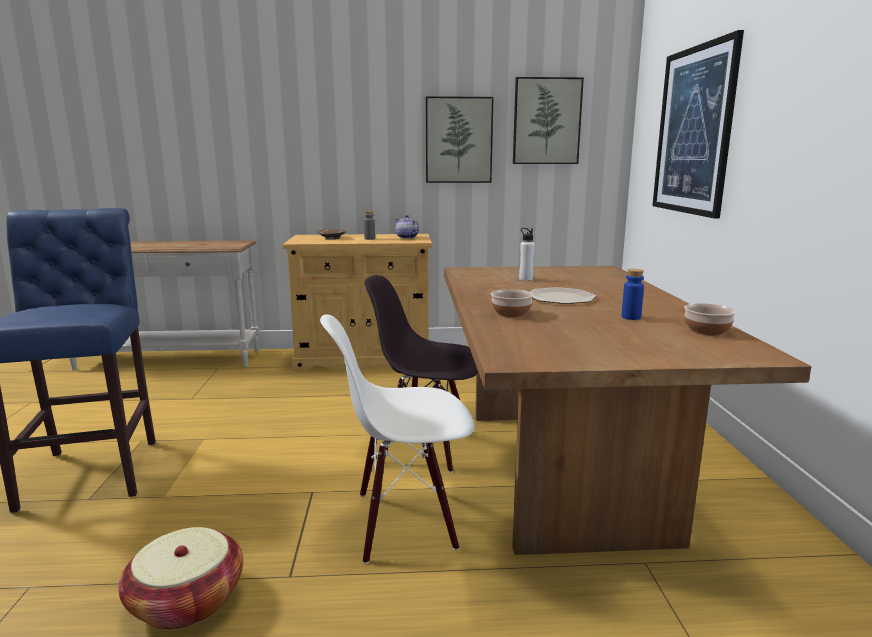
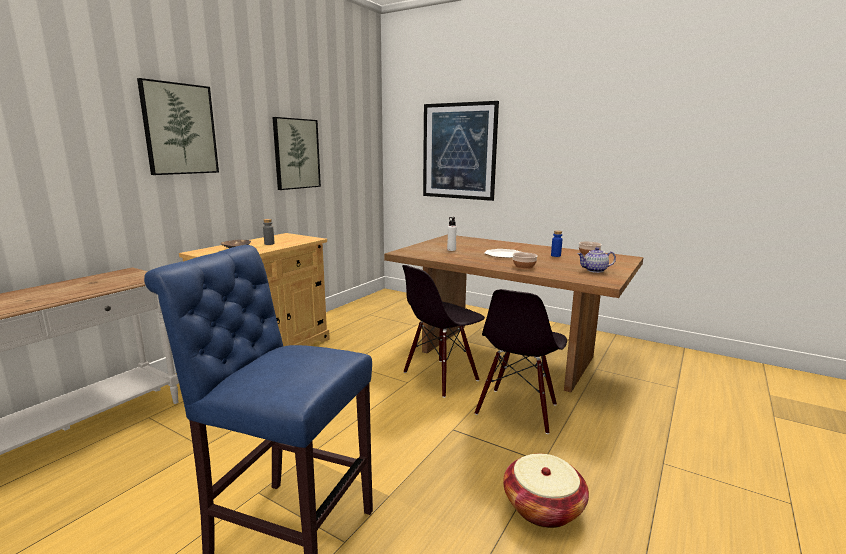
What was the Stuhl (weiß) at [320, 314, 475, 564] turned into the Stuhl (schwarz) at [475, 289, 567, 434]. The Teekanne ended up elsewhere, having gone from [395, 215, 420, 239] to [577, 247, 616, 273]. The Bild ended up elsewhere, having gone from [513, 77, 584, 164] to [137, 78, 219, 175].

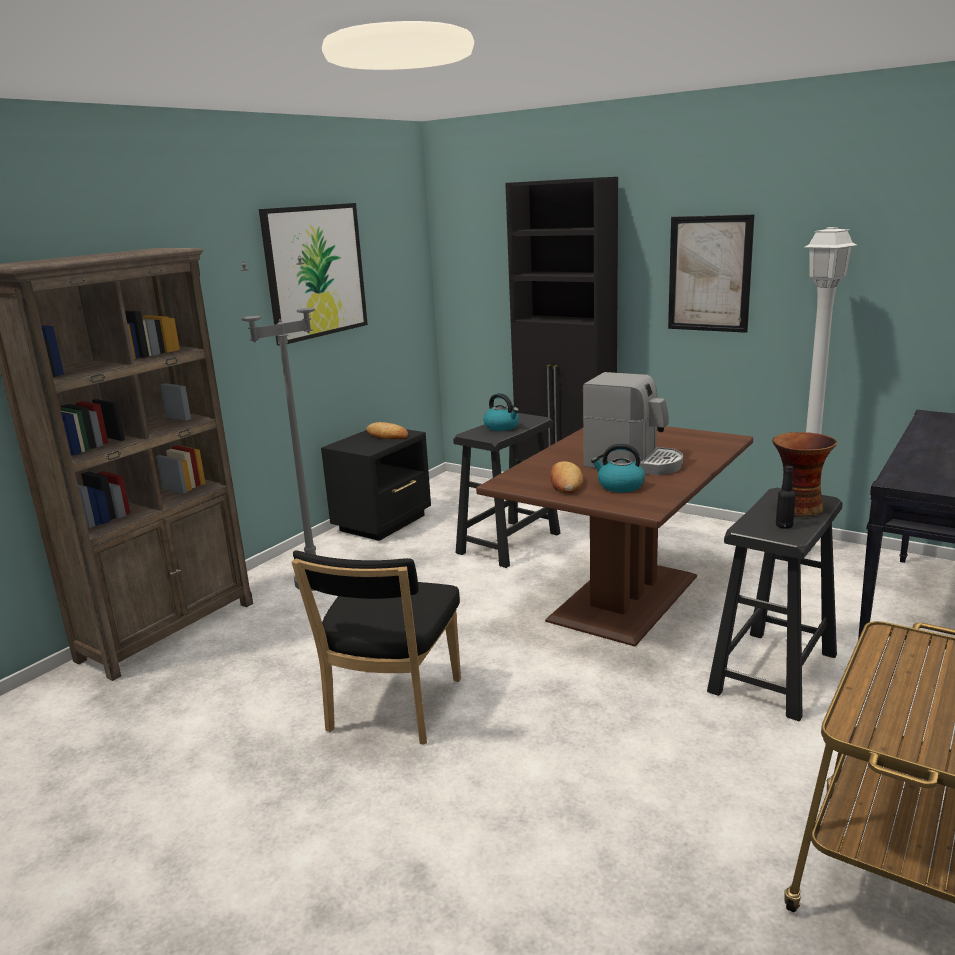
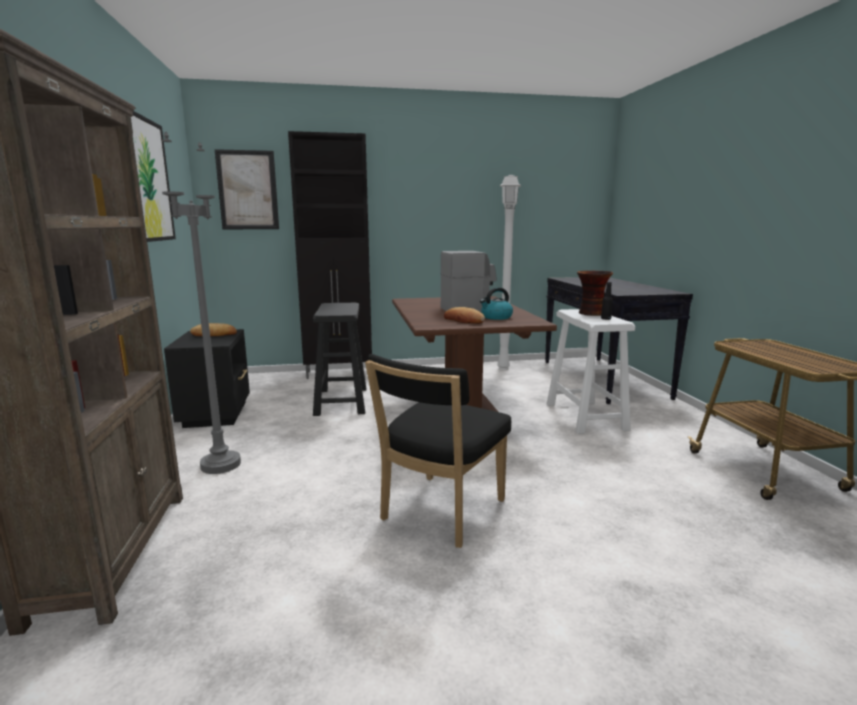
The Stuhl (schwarz) at [292, 550, 461, 744] ended up facing another way, 60 degrees clockwise from before. The second view lost the Wasserkessel at [483, 393, 519, 431]. The Bild ended up elsewhere, having gone from [668, 214, 755, 333] to [215, 149, 279, 229]. What was the Hocker (schwarz) at [707, 488, 843, 721] turned into the Hocker (weiß) at [547, 309, 635, 434].

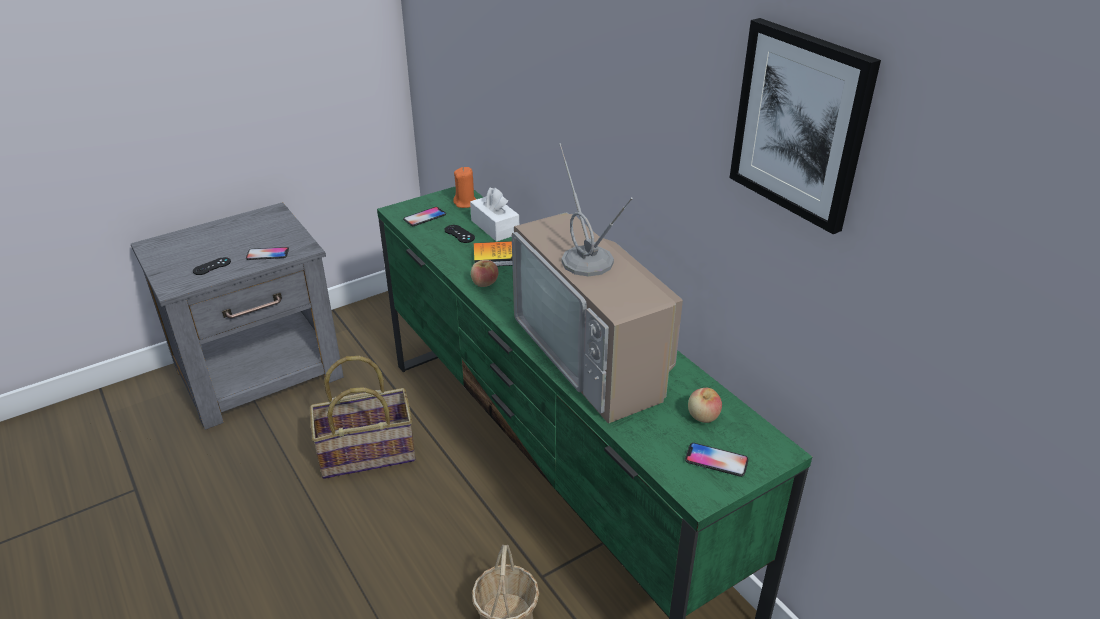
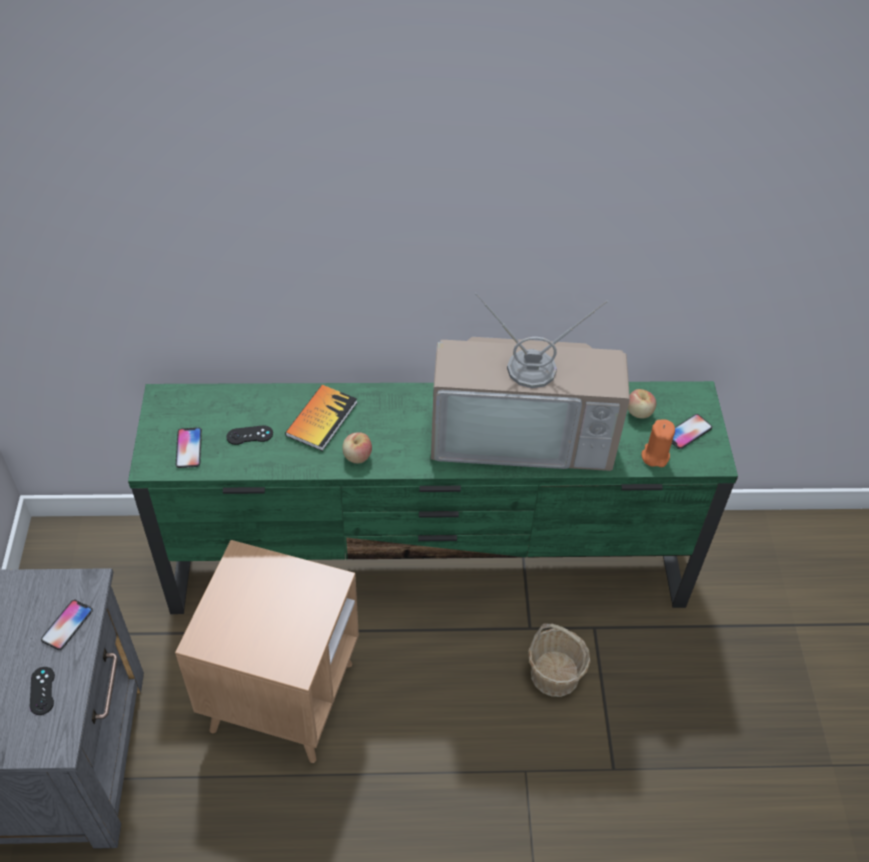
Where the Korb stood at [310, 356, 415, 479], the Beistelltisch (braun) came to stand at [175, 540, 359, 763]. The Kerze (orange) ended up elsewhere, having gone from [453, 167, 476, 208] to [641, 419, 675, 467]. The second view lost the Taschentuchbox (weiß) at [470, 188, 519, 242]. The second view lost the Bild at [729, 18, 881, 234].

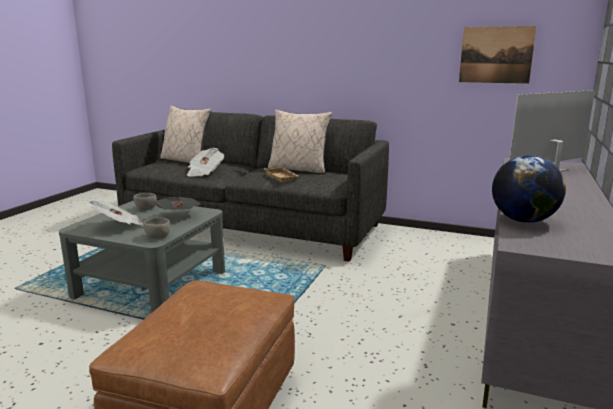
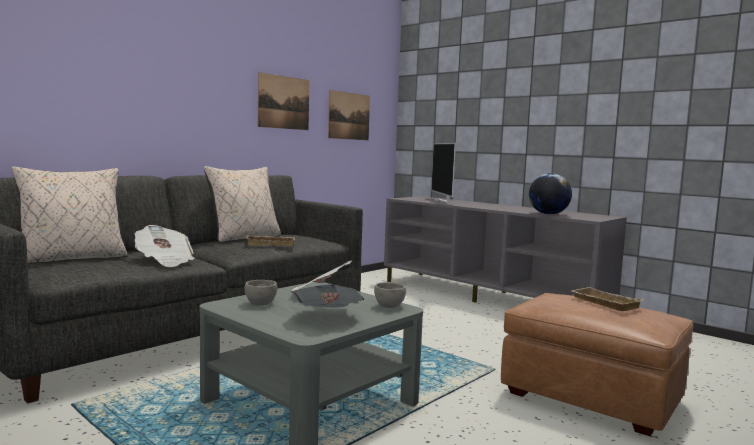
The second view gained the Bild at [258, 72, 310, 130]. The second view gained the Tablett (beige) at [571, 287, 644, 311].

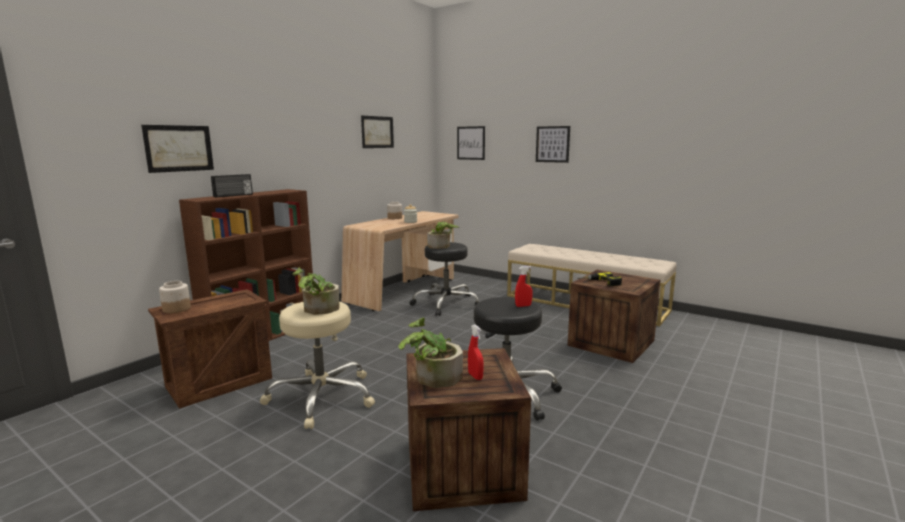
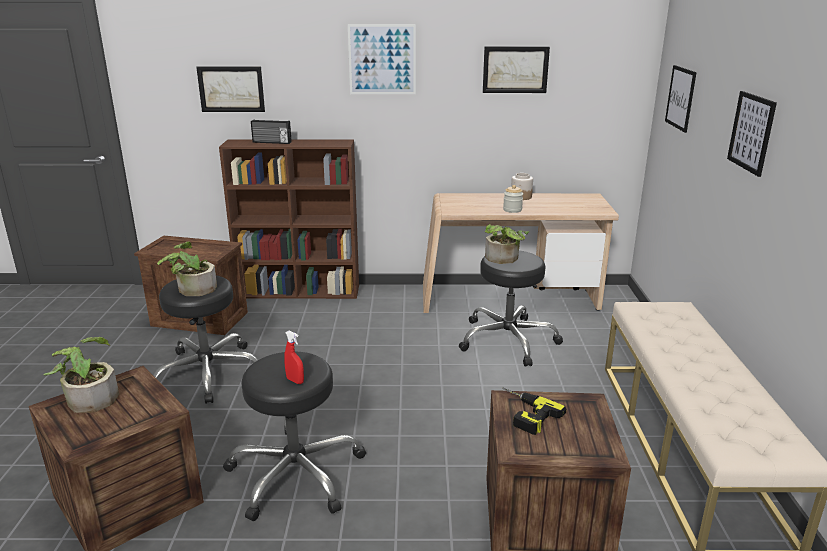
The second view lost the Vorratsglas at [159, 281, 191, 313]. What was the Hocker (beige) at [260, 301, 375, 429] turned into the Hocker (schwarz) at [153, 275, 258, 404]. The second view lost the Sprühflasche (rot) at [468, 324, 484, 380]. The second view gained the Bild at [348, 24, 416, 94].

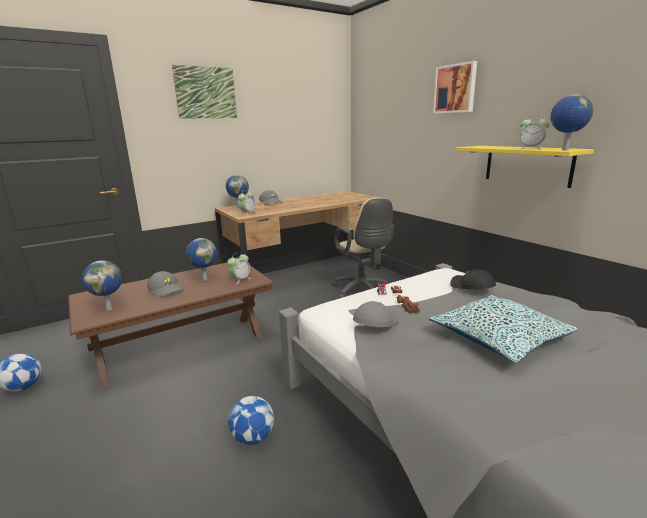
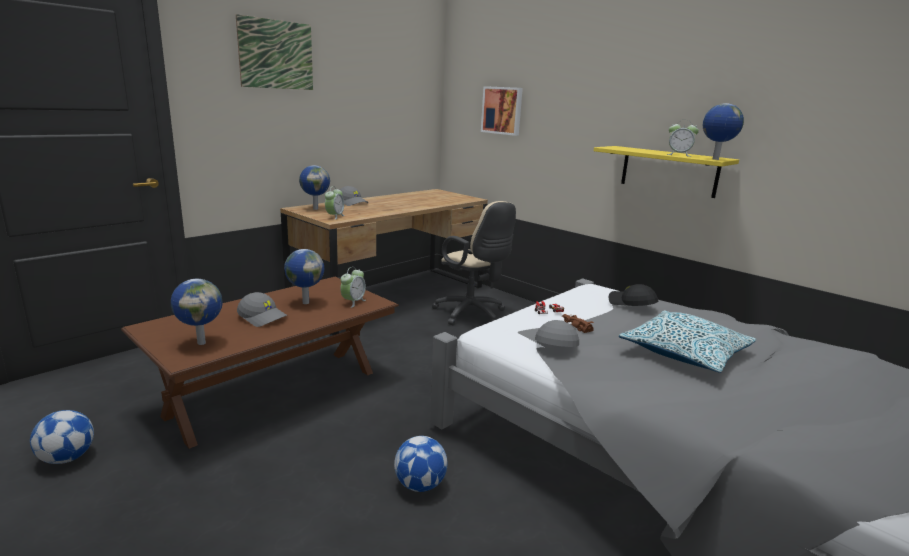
The Bild ended up elsewhere, having gone from [433, 61, 477, 114] to [481, 86, 523, 136].

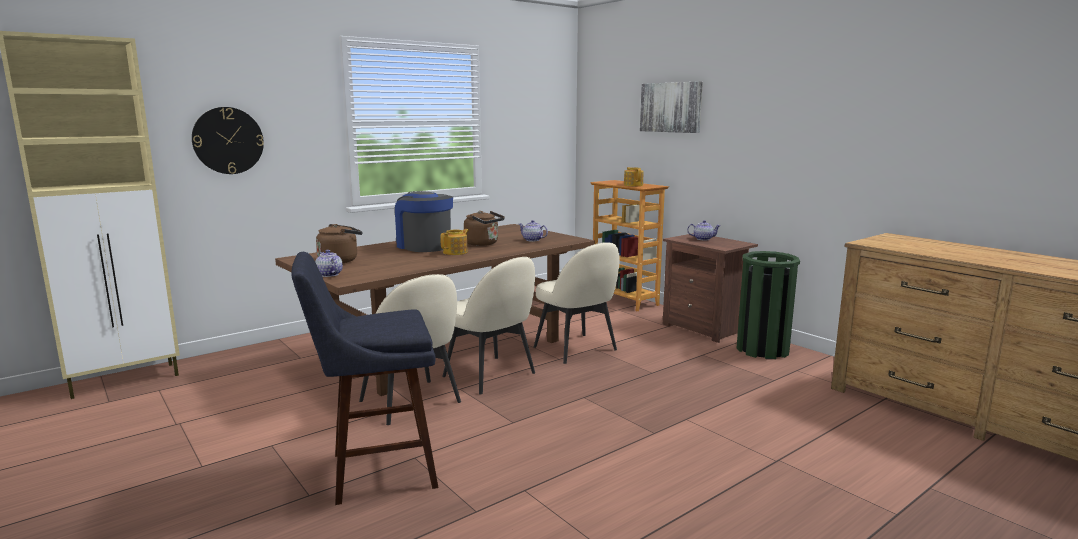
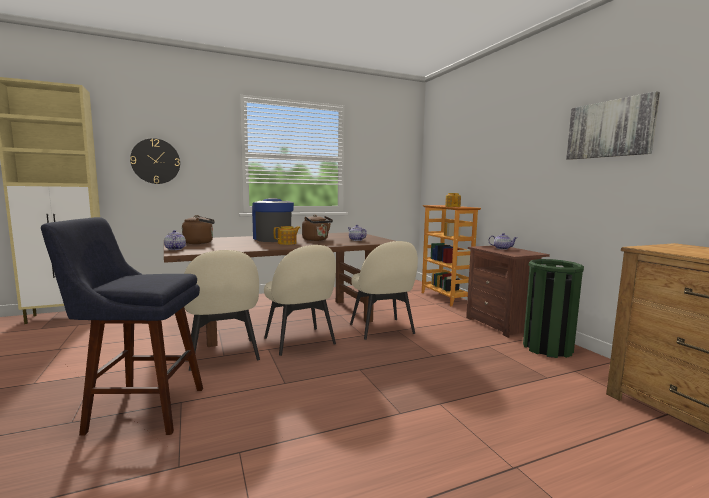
The Bild ended up elsewhere, having gone from [640, 81, 703, 133] to [566, 91, 660, 160].

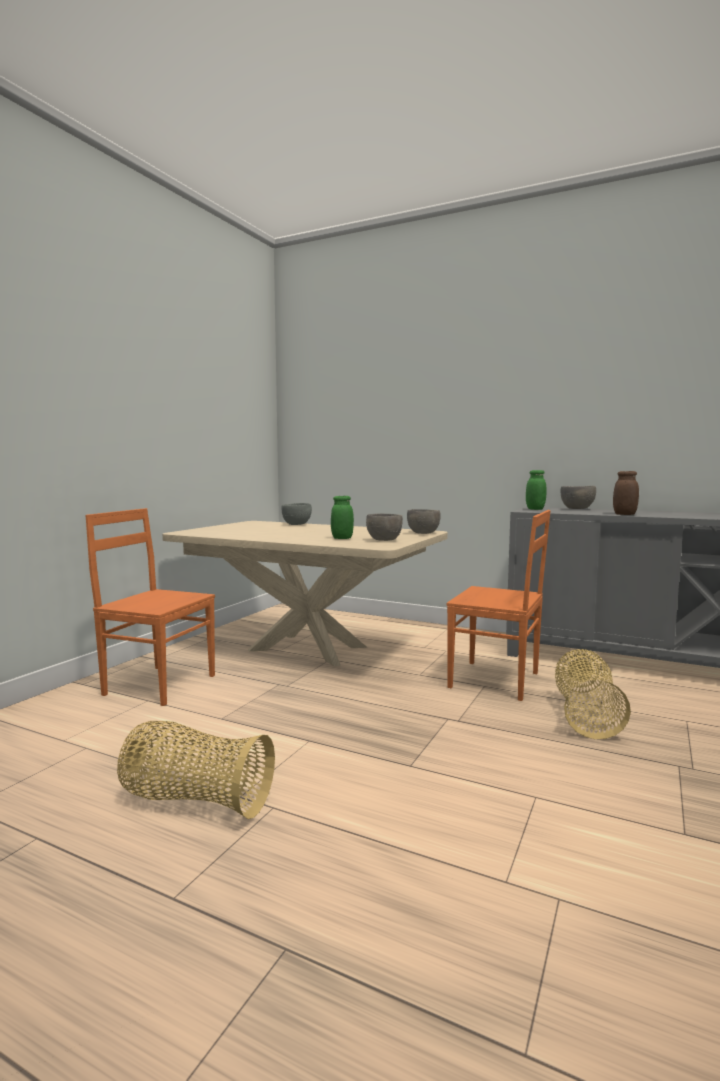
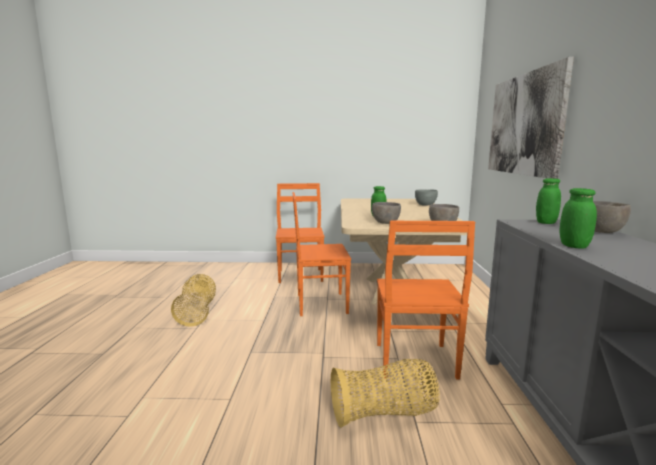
What was the Vorratsglas (braun) at [613, 471, 639, 515] turned into the Vorratsglas (grün) at [559, 188, 597, 249]. The second view gained the Stuhl (orange) at [292, 192, 351, 316]. The second view gained the Bild at [488, 57, 574, 179].

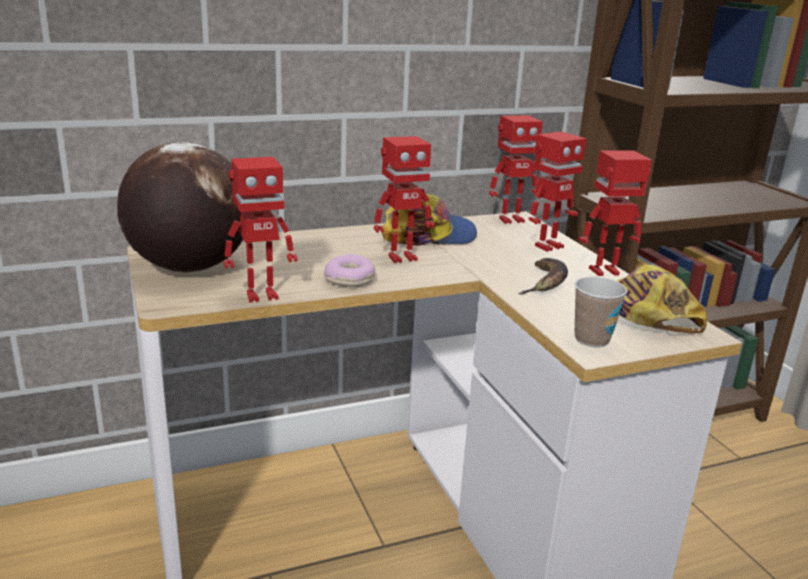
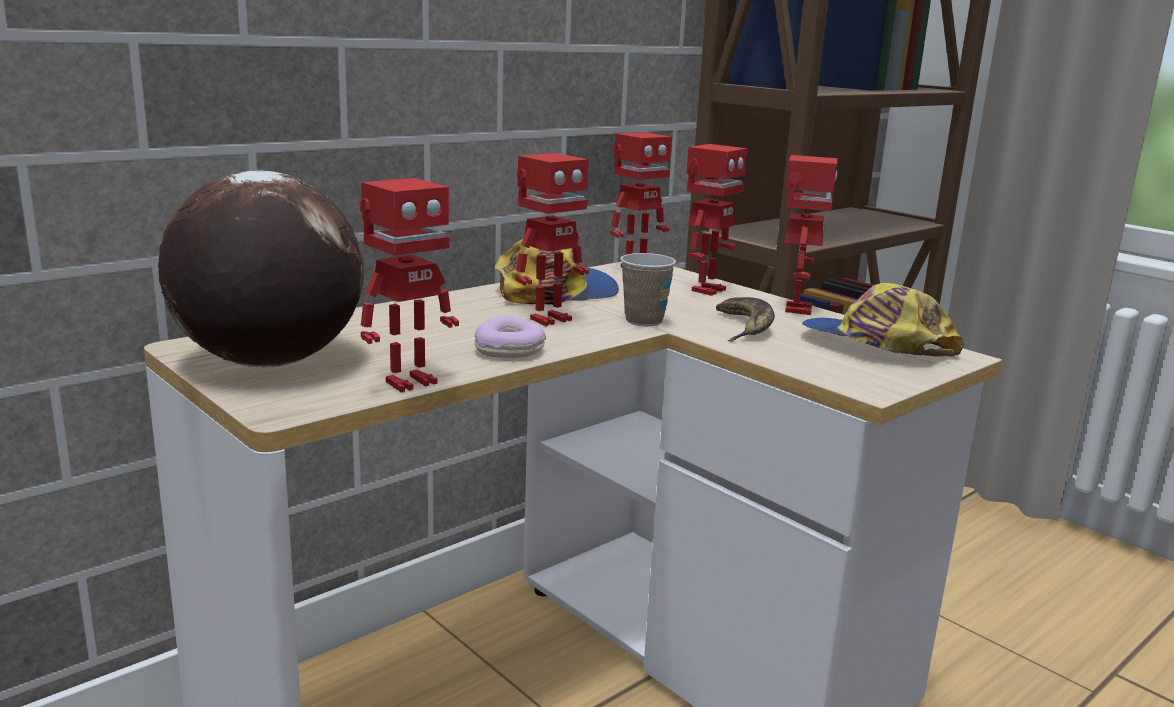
The Tasse ended up elsewhere, having gone from [575, 277, 627, 347] to [620, 253, 676, 326]. The Spielzeugroboter at [578, 150, 652, 276] ended up facing another way, 135 degrees clockwise from before.

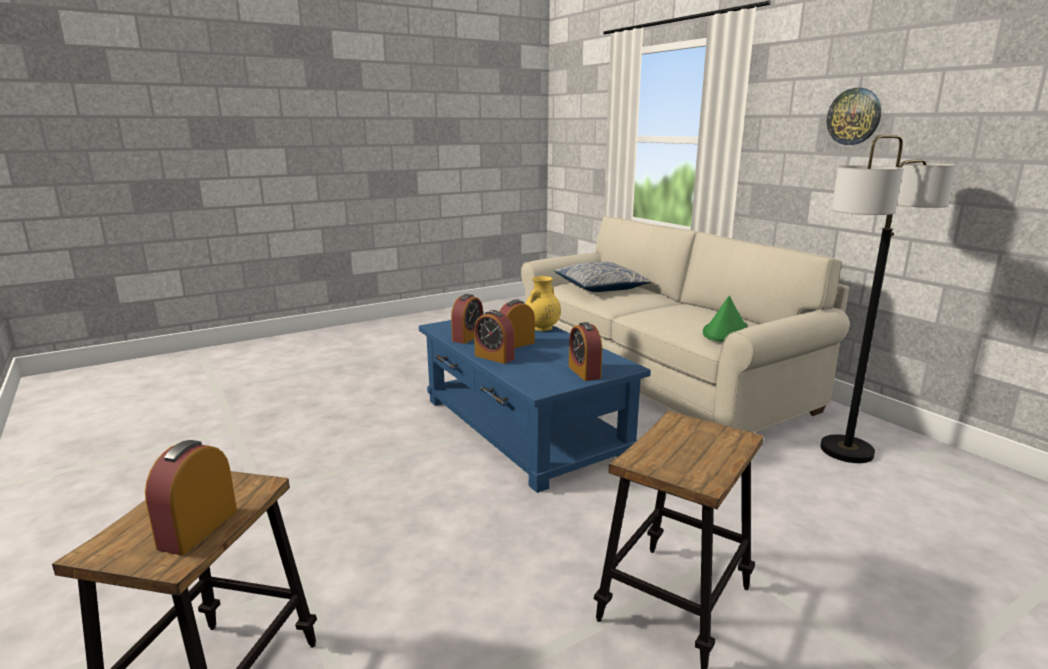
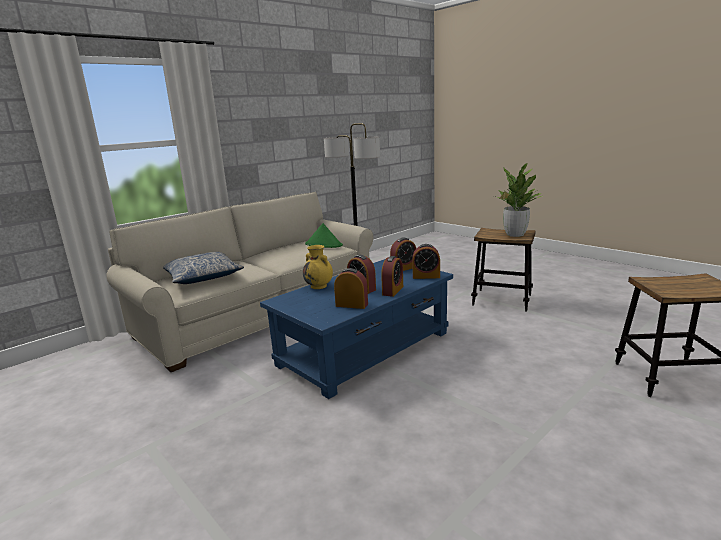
The Wecker ended up elsewhere, having gone from [145, 440, 237, 555] to [412, 244, 440, 279]. The second view lost the Wanduhr at [826, 88, 881, 145]. The second view gained the Topfpflanze at [494, 163, 542, 237].

